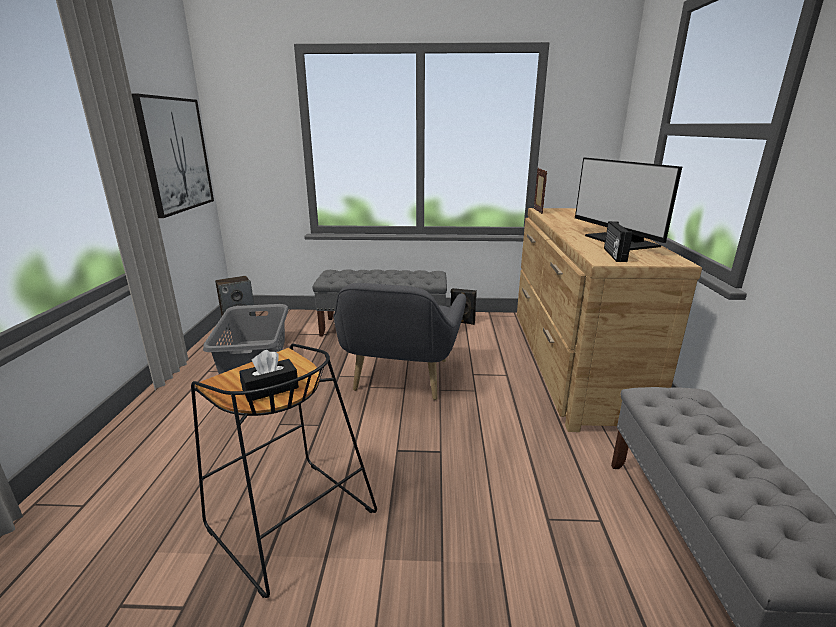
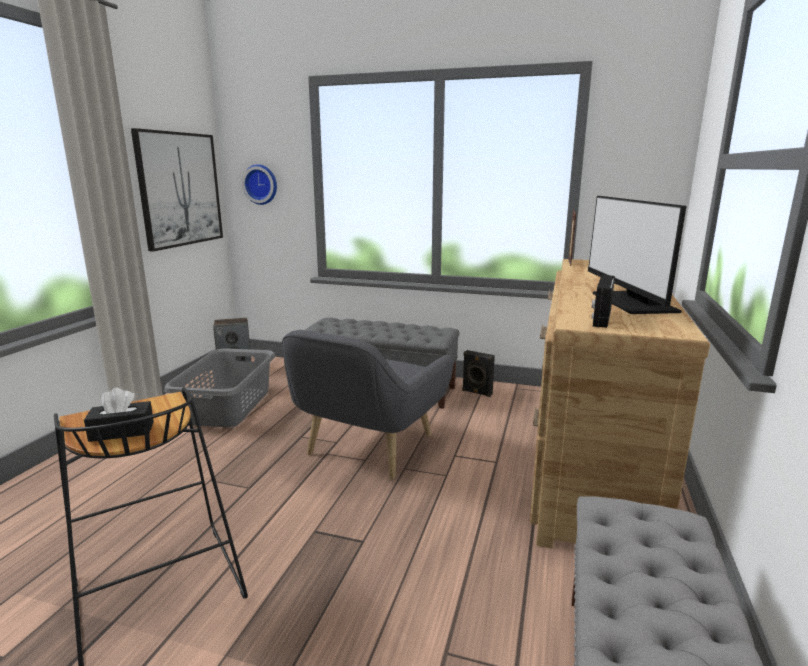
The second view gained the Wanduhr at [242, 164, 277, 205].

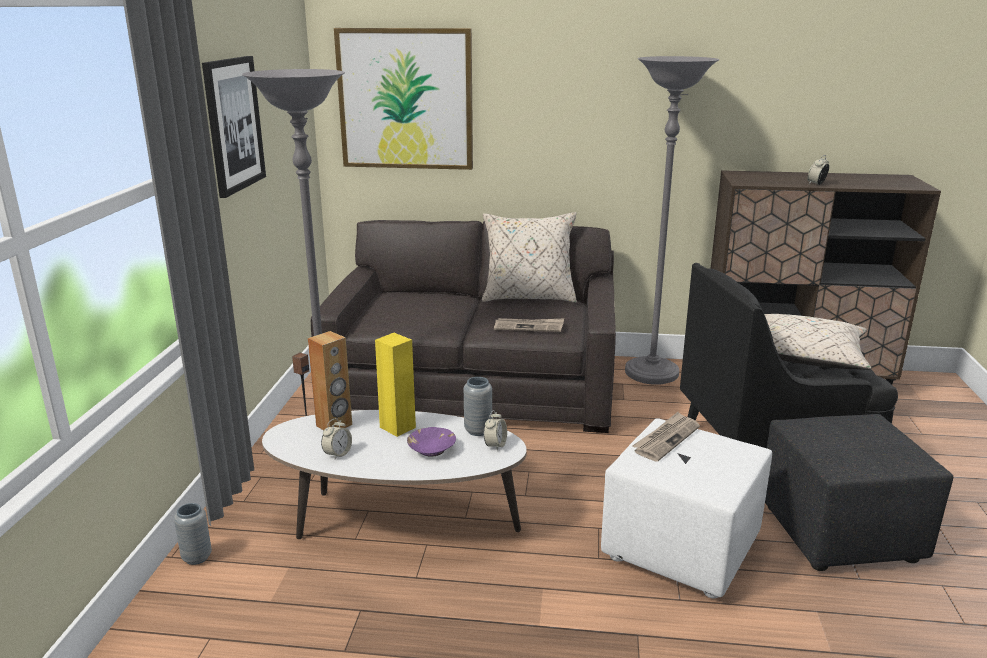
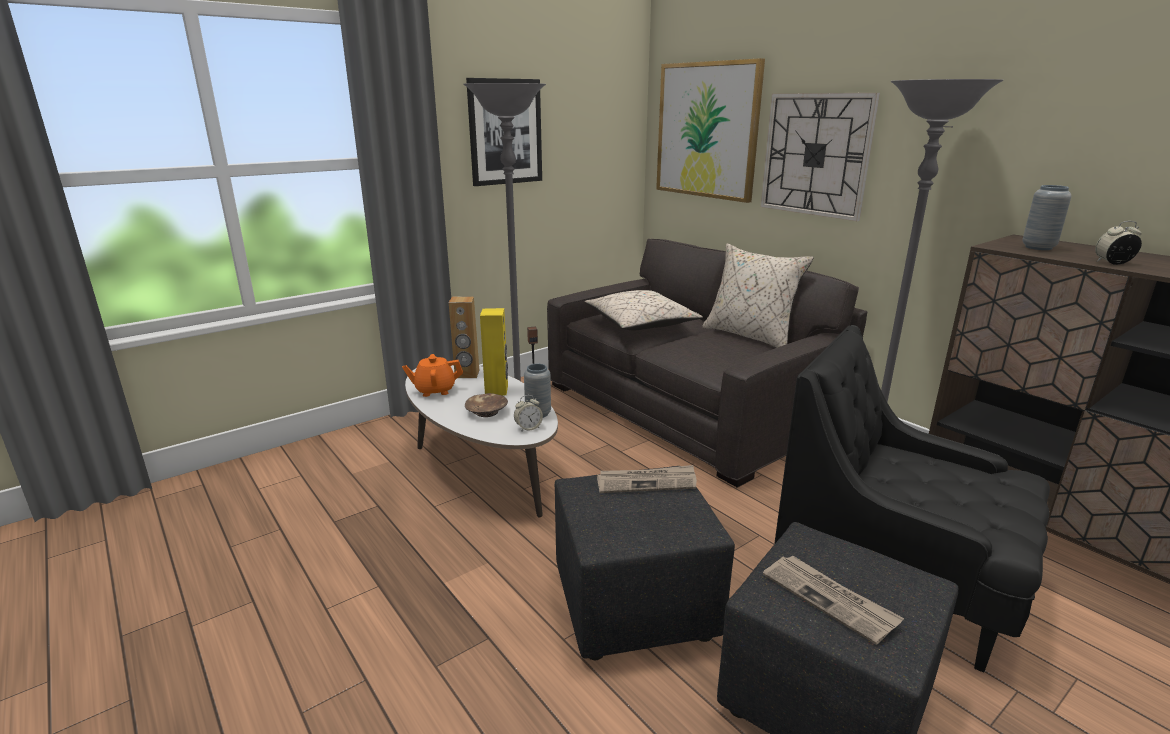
The Vase (grau) ended up elsewhere, having gone from [174, 503, 212, 565] to [1023, 185, 1071, 250]. Where the Wecker stood at [321, 418, 352, 460], the Teekanne (orange) came to stand at [402, 354, 463, 397]. What was the Schüssel (lila) at [407, 427, 456, 457] turned into the Schüssel (braun) at [465, 393, 508, 417]. The Zeitung ended up elsewhere, having gone from [494, 318, 564, 332] to [763, 555, 904, 645]. What was the Polsterhocker (weiß) at [601, 418, 772, 598] turned into the Polsterhocker (schwarz) at [555, 466, 735, 660]. The Kissen (beige) ended up elsewhere, having gone from [764, 314, 871, 370] to [585, 290, 703, 331]. The second view gained the Wanduhr at [760, 93, 880, 221].

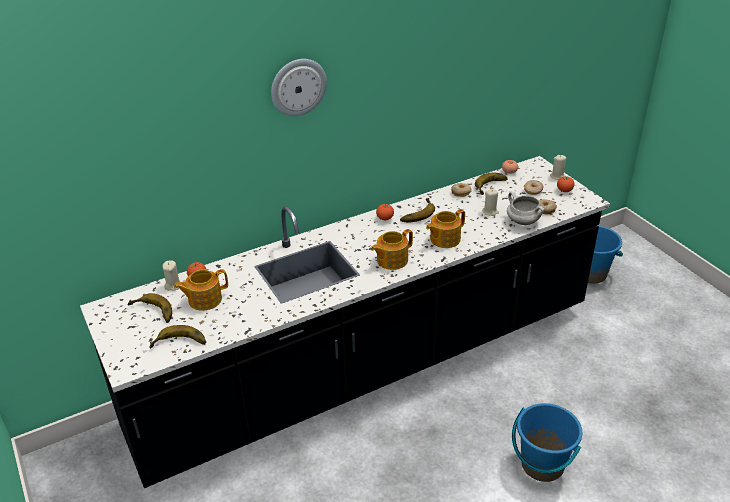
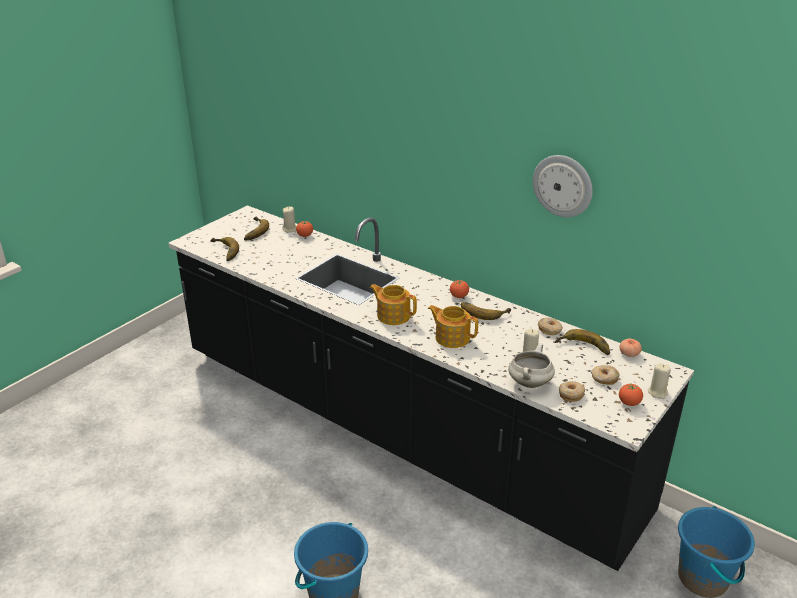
The second view lost the Teekanne at [174, 269, 228, 311]. The Wanduhr ended up elsewhere, having gone from [271, 59, 327, 116] to [533, 155, 593, 217].

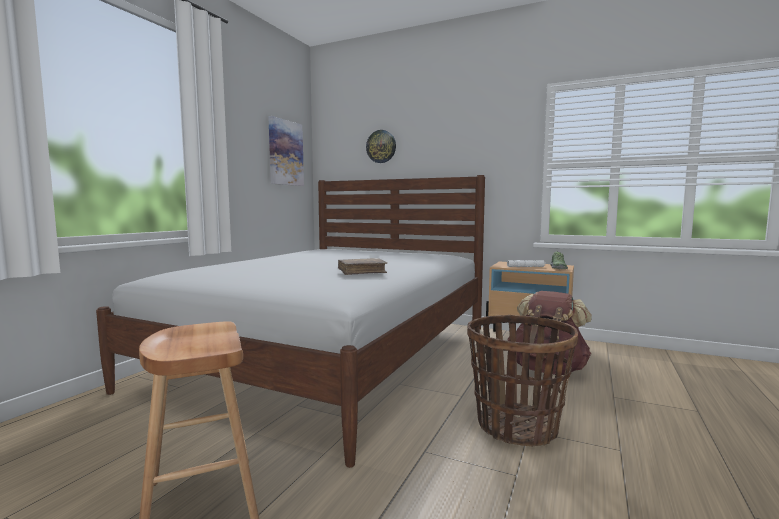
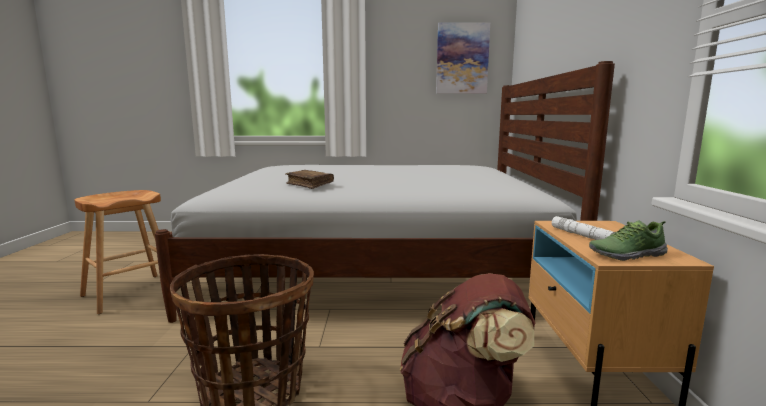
The second view lost the Wanduhr at [366, 130, 396, 163].

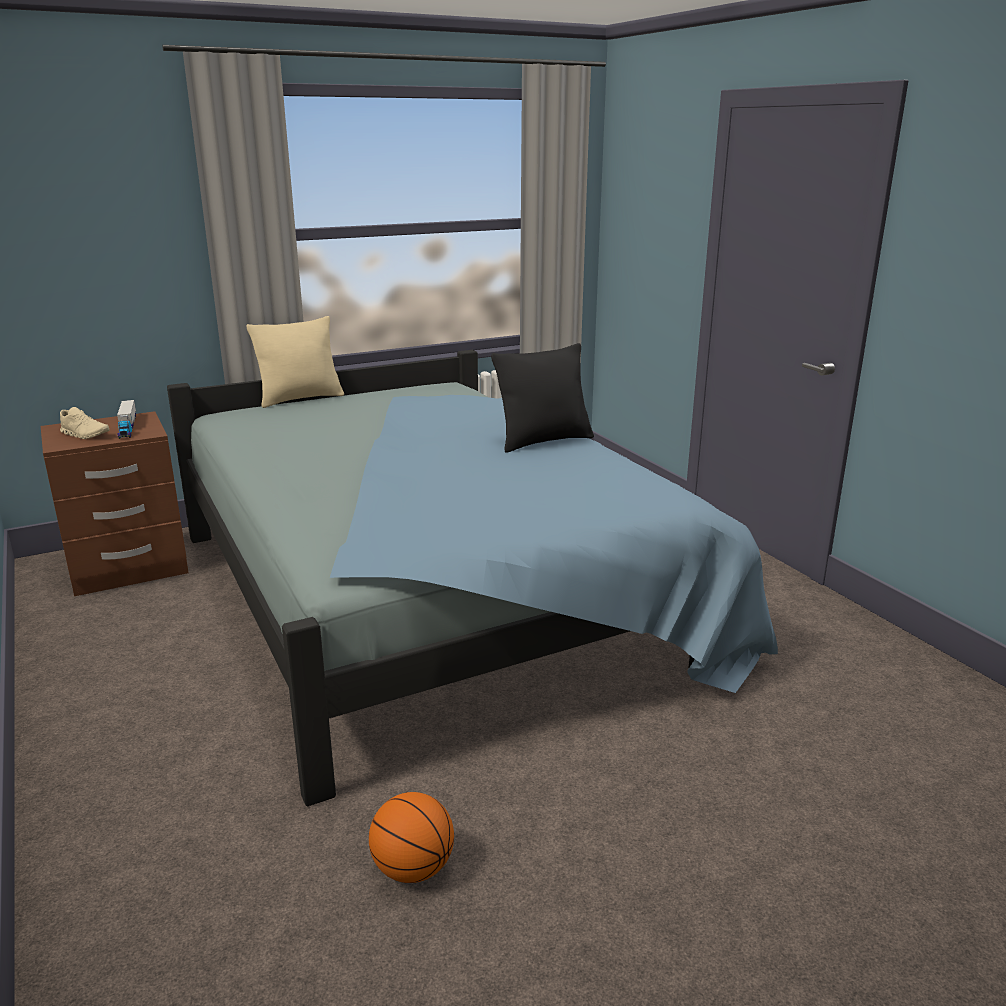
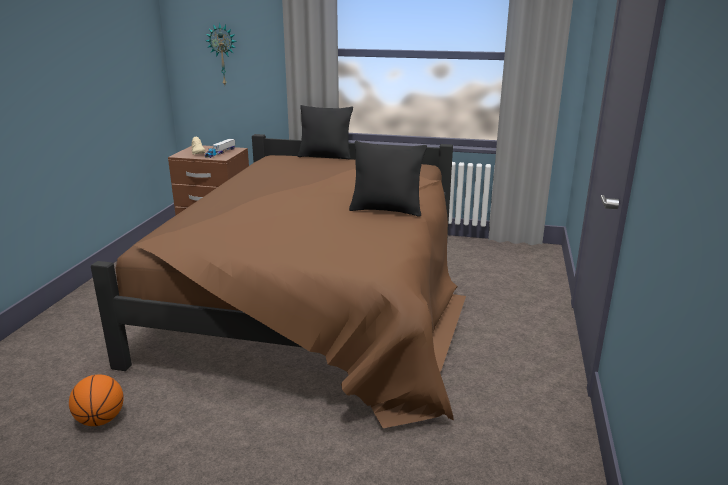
What was the Bett (blau) at [167, 350, 778, 806] turned into the Bett (braun) at [91, 134, 466, 428]. What was the Kissen (beige) at [247, 316, 344, 408] turned into the Kissen (schwarz) at [298, 105, 353, 159]. The second view gained the Wanduhr at [206, 23, 237, 85].

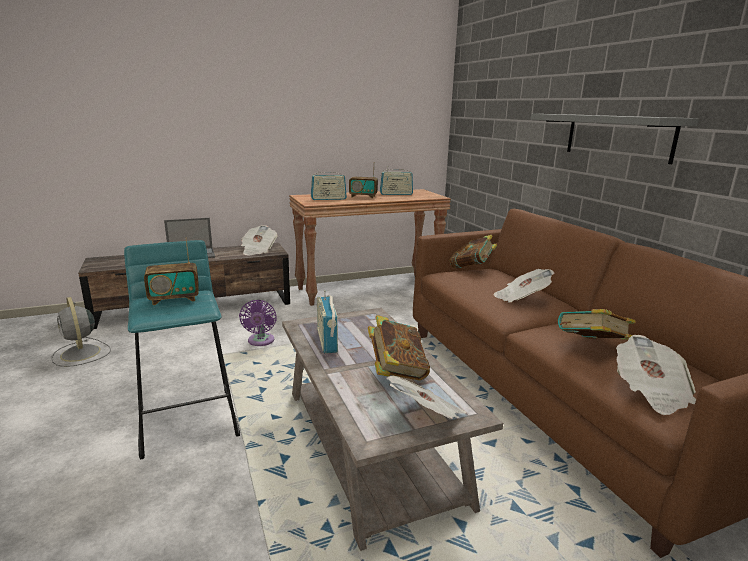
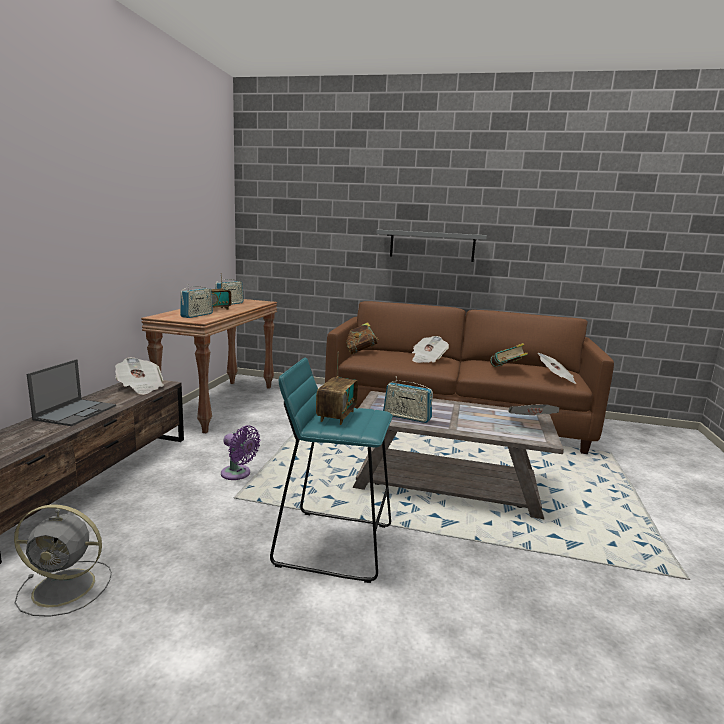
The second view lost the Buch at [368, 315, 430, 380].

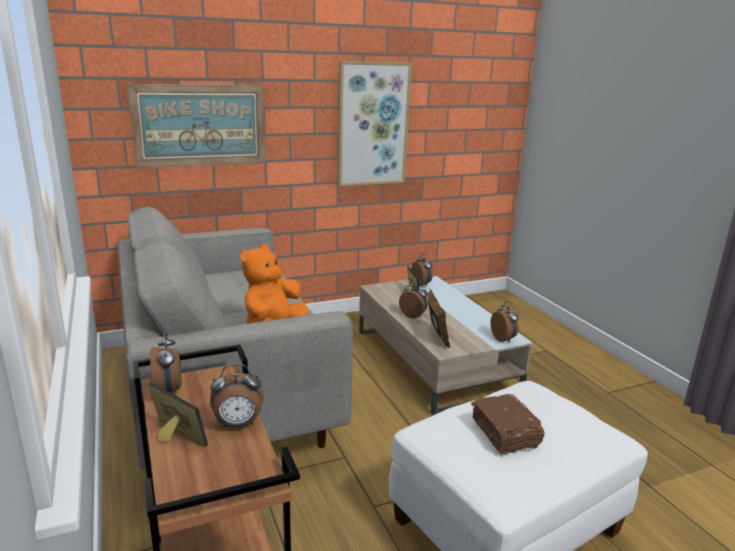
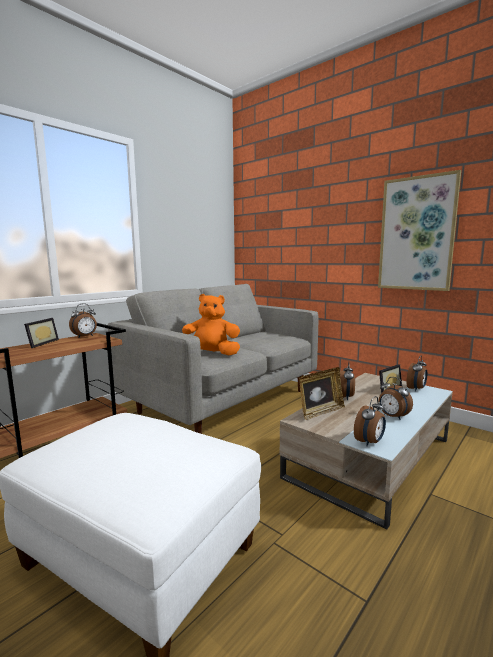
The second view lost the Bild at [127, 84, 266, 169]. The Wecker ended up elsewhere, having gone from [210, 364, 264, 428] to [378, 377, 413, 419]. The second view lost the Buch (braun) at [471, 394, 545, 454].

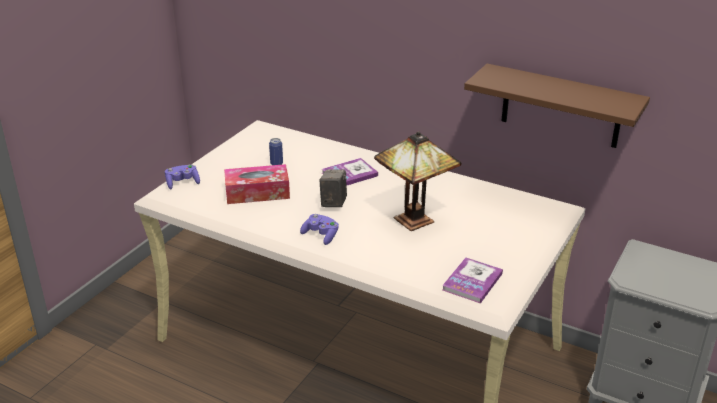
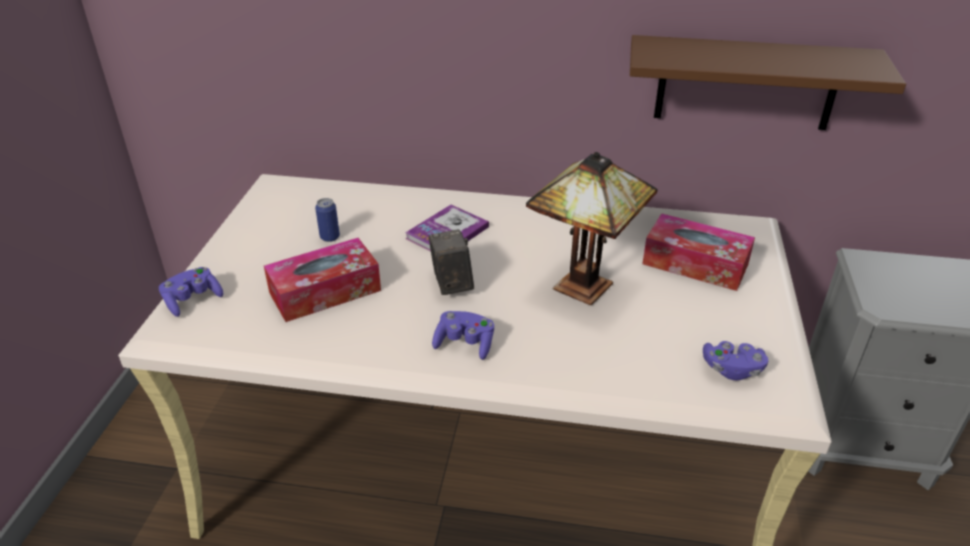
Where the Buch stood at [442, 257, 503, 304], the Gamepad (lila) came to stand at [703, 341, 768, 380]. The second view gained the Taschentuchbox at [642, 213, 755, 291].

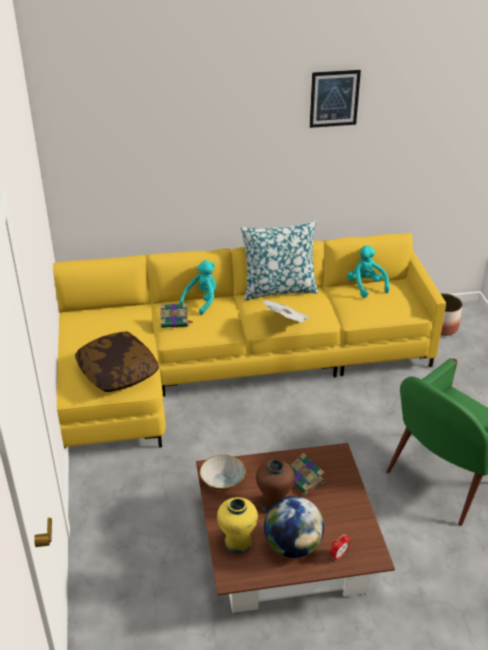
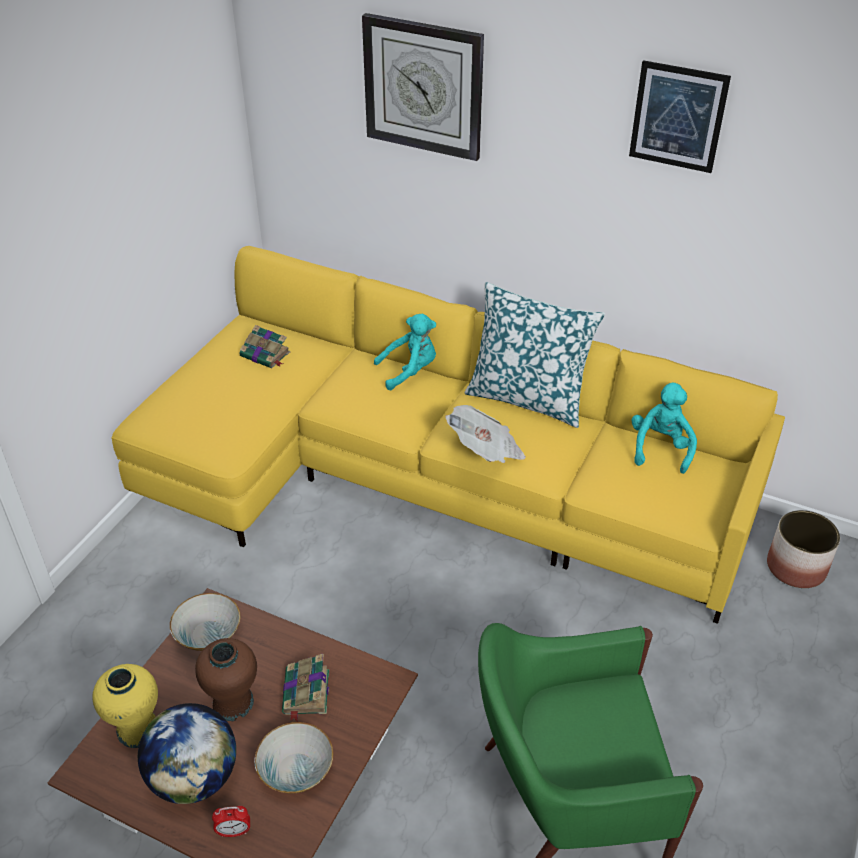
The second view lost the Kissen at [75, 332, 159, 392]. The Buch ended up elsewhere, having gone from [160, 303, 193, 328] to [239, 325, 290, 368]. The second view gained the Schüssel at [254, 722, 333, 794]. The second view gained the Wanduhr at [362, 13, 484, 161].

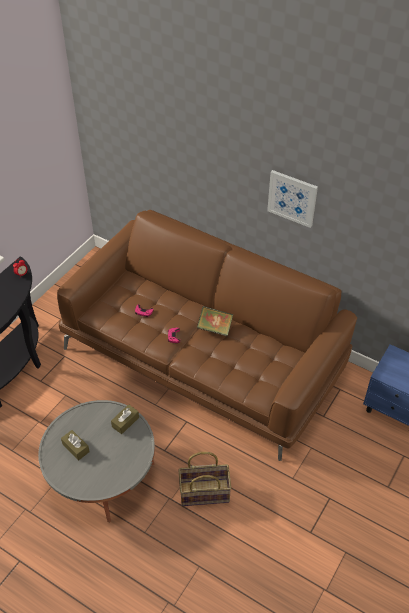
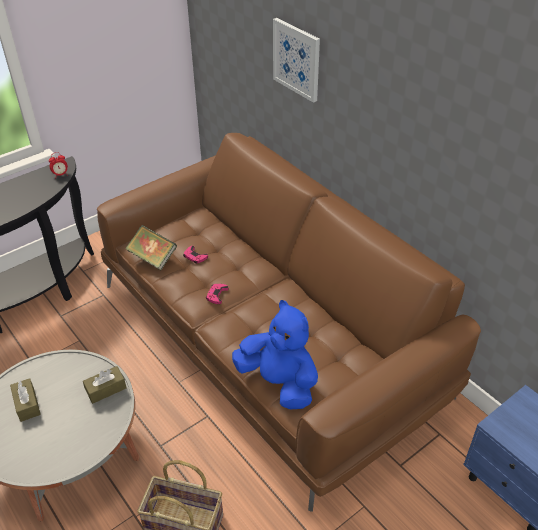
The Buch ended up elsewhere, having gone from [197, 306, 233, 336] to [125, 225, 177, 270]. The Bild ended up elsewhere, having gone from [267, 170, 318, 228] to [273, 18, 320, 103]. The second view gained the Plüschtier (blau) at [232, 300, 318, 409].

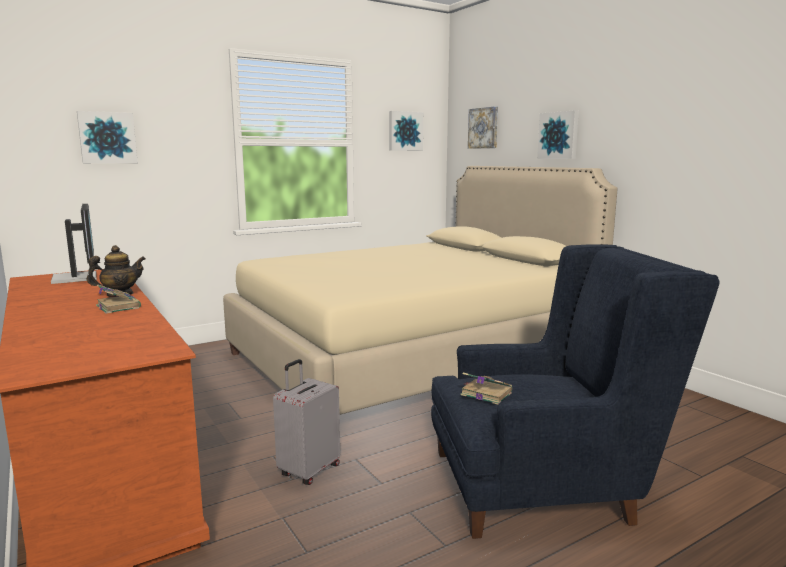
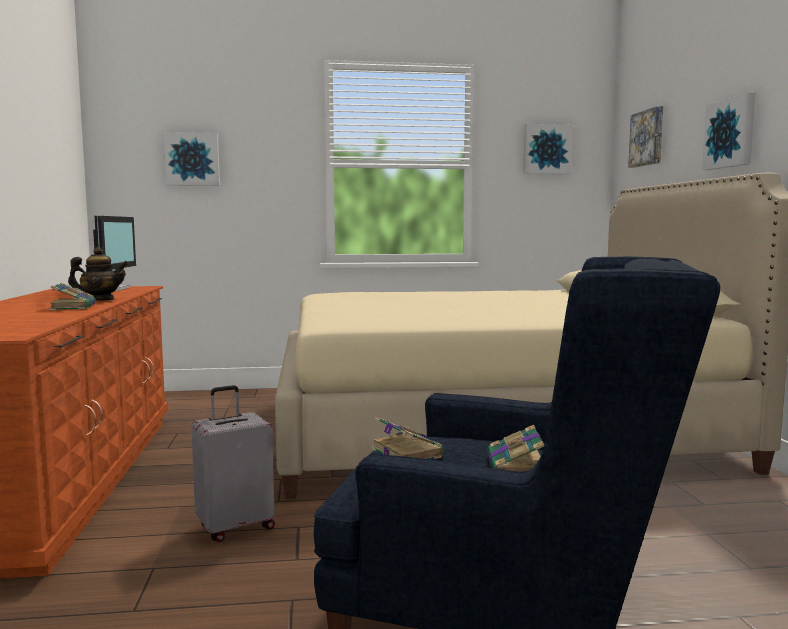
The second view gained the Buch at [487, 425, 544, 471].

